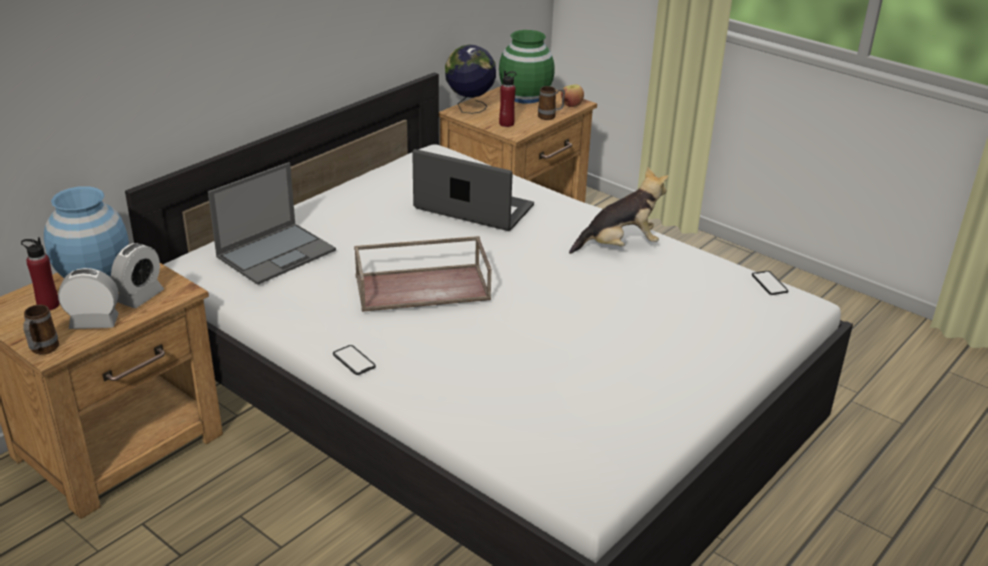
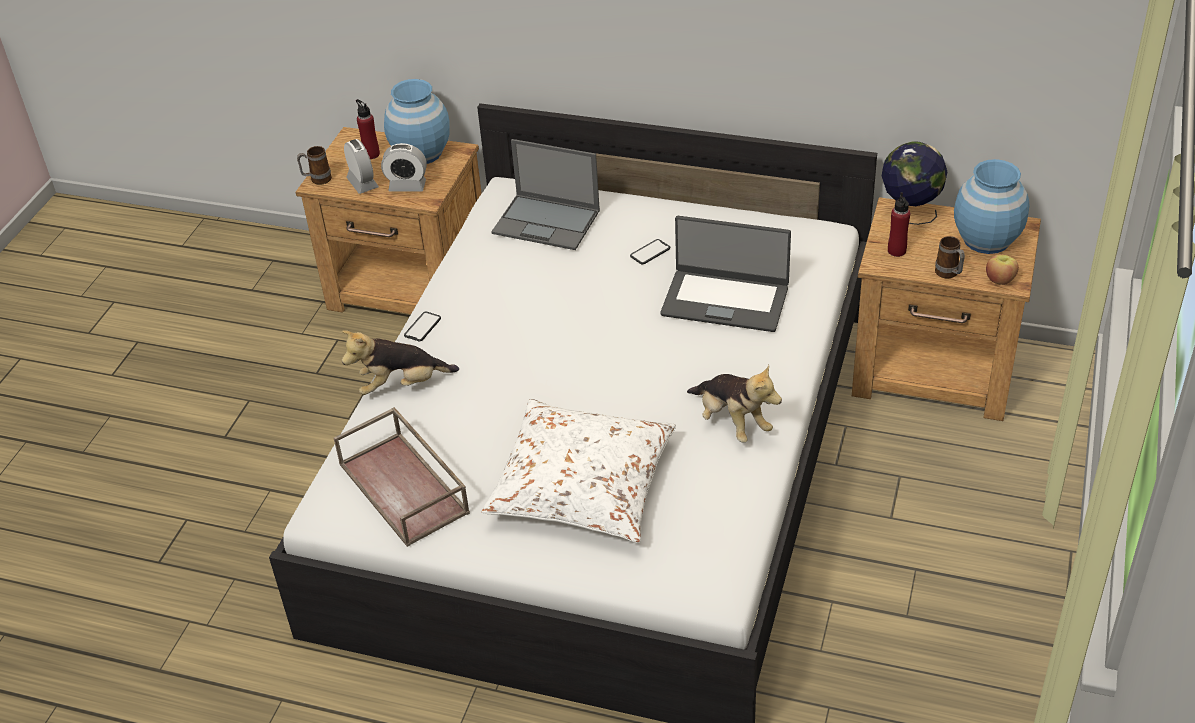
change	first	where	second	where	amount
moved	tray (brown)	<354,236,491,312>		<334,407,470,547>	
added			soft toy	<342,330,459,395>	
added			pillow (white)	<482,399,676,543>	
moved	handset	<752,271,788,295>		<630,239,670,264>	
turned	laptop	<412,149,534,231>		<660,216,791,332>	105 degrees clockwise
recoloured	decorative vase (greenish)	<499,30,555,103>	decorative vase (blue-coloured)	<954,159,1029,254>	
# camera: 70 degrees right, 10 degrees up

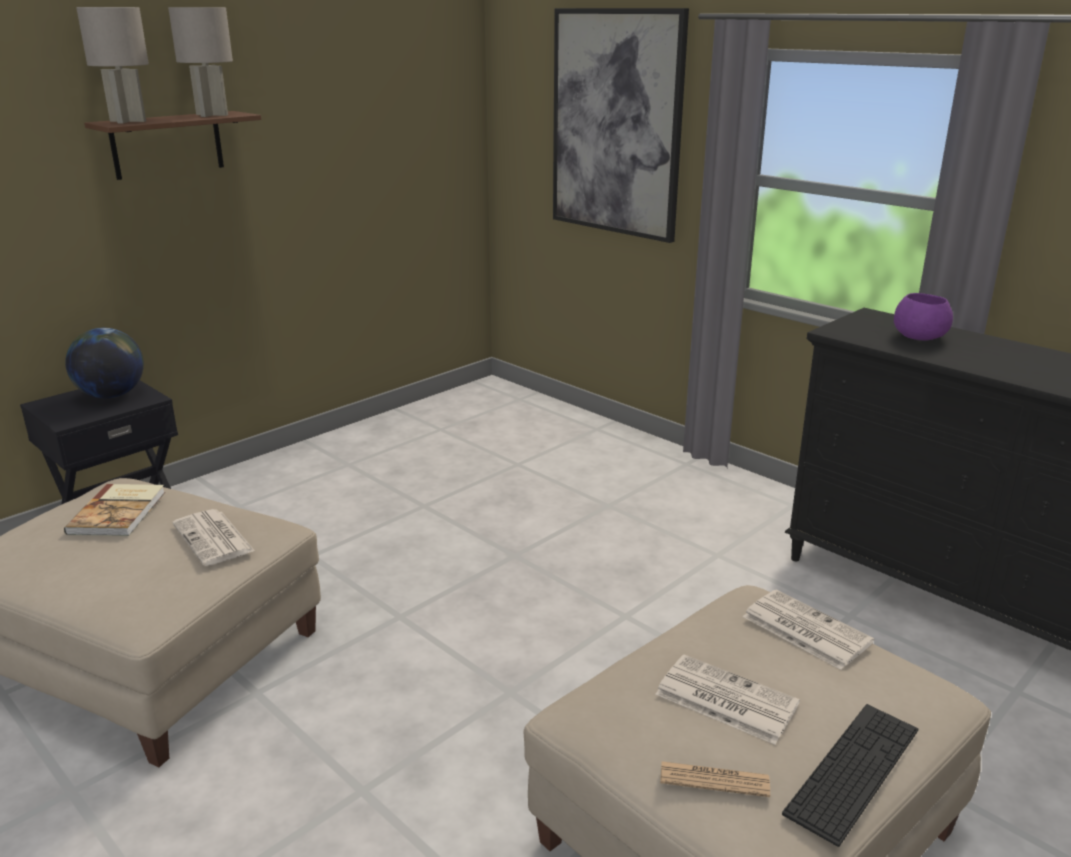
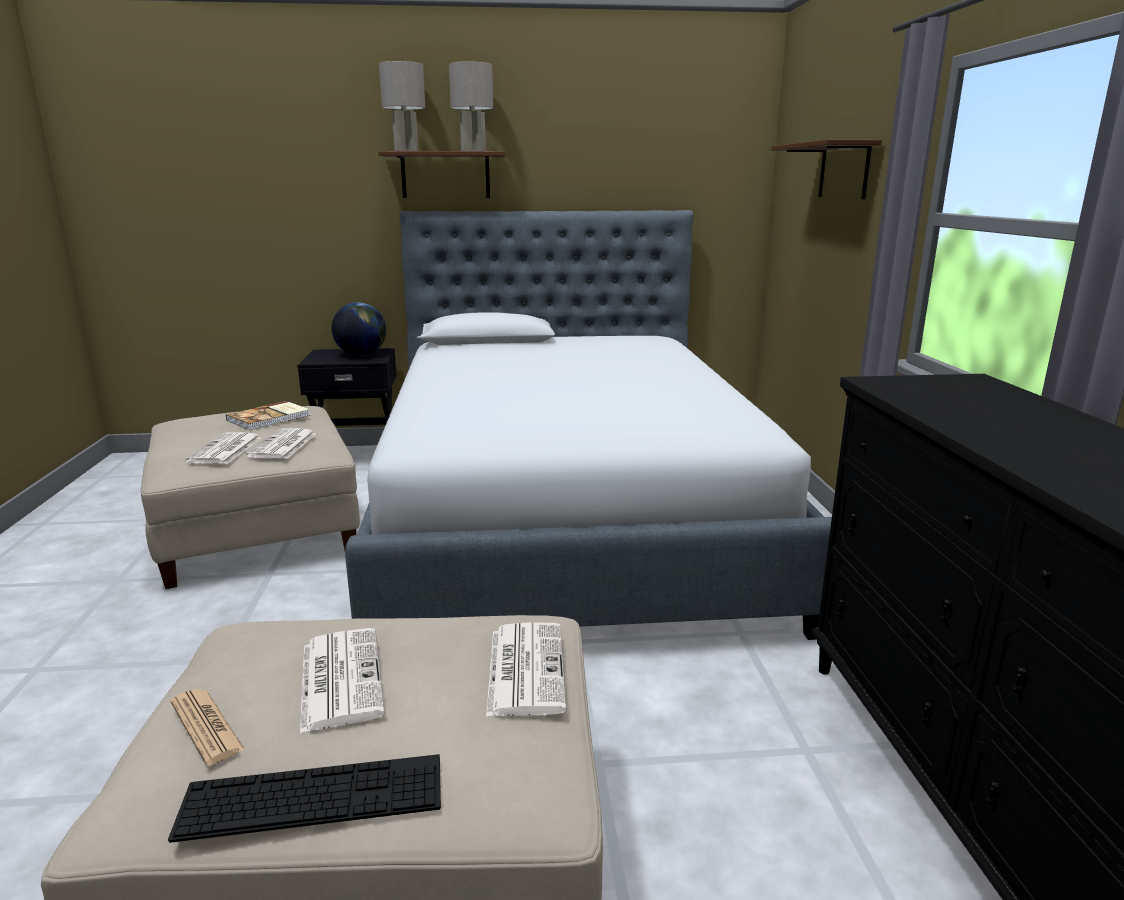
change	first	where	second	where	amount
added			daily paper	<185,432,261,464>	
added			bedroom bed	<345,210,832,640>	
replaced	picture	<553,8,689,243>	wall shelf (brown)	<771,139,882,199>	
removed	deep dish (purple)	<894,293,953,341>			
# camera: 40 degrees right, 5 degrees down

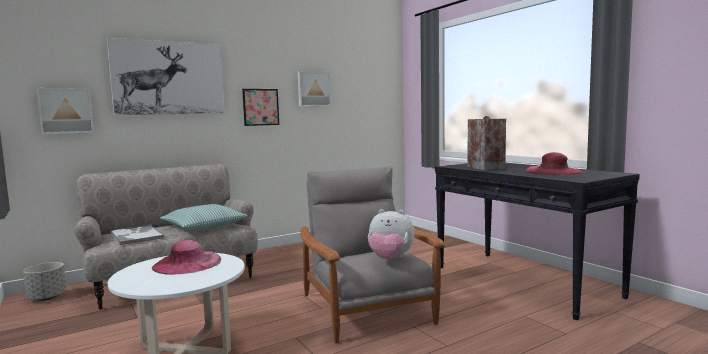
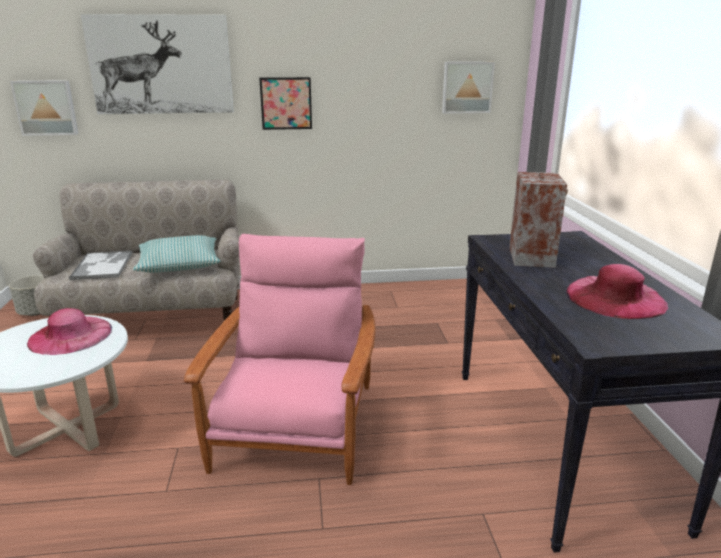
change	first	where	second	where	amount
recoloured	easy chair (gray)	<300,166,445,344>	easy chair (pinkish)	<184,234,376,485>	
moved	picture	<298,71,331,107>		<442,62,495,114>	
removed	soft toy	<368,209,414,259>			
# camera: 25 degrees right, 15 degrees up

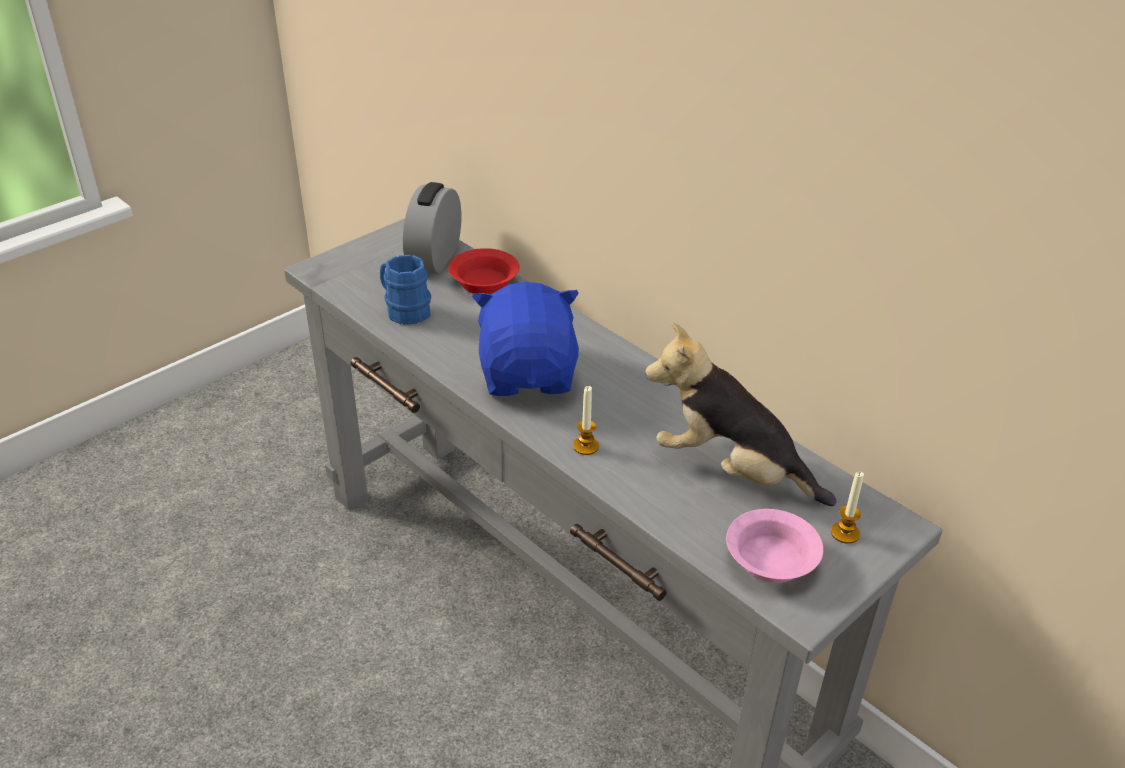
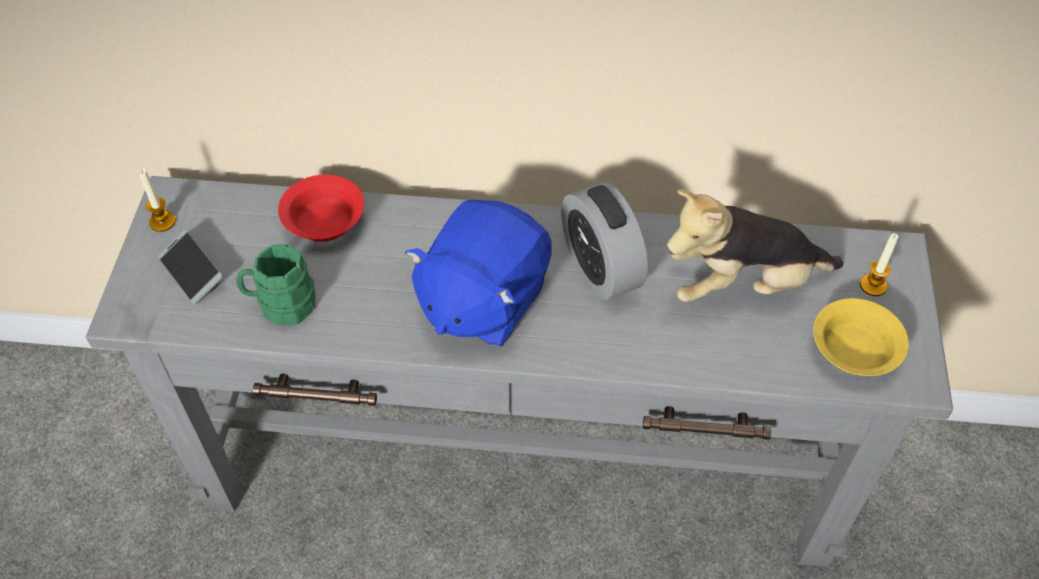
change	first	where	second	where	amount
moved	wax candle	<573,386,599,455>		<139,168,176,232>	
added			handset	<158,230,223,304>	
recoloured	coffee mug (blue-coloured)	<380,255,431,325>	coffee mug (greenish)	<236,244,316,326>	
turned	soft toy (blue-coloured)	<472,282,579,396>		<405,200,551,346>	105 degrees counterclockwise
moved	bedside clock	<403,182,461,274>		<561,182,648,300>	
recoloured	deep dish (pinkish)	<726,509,823,583>	deep dish (yellow-coloured)	<813,298,909,376>	
# camera: 40 degrees left, 15 degrees up

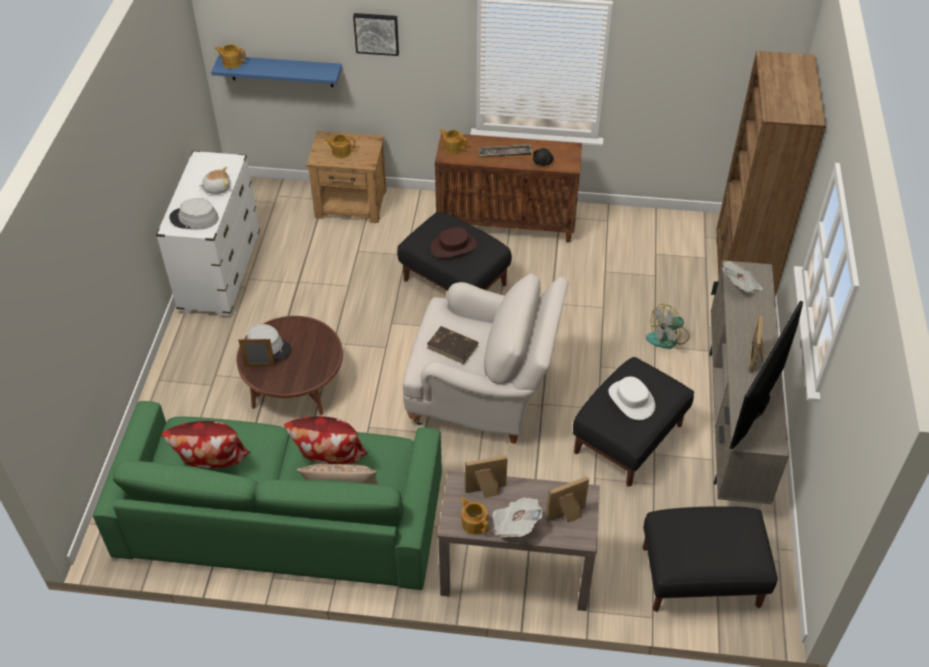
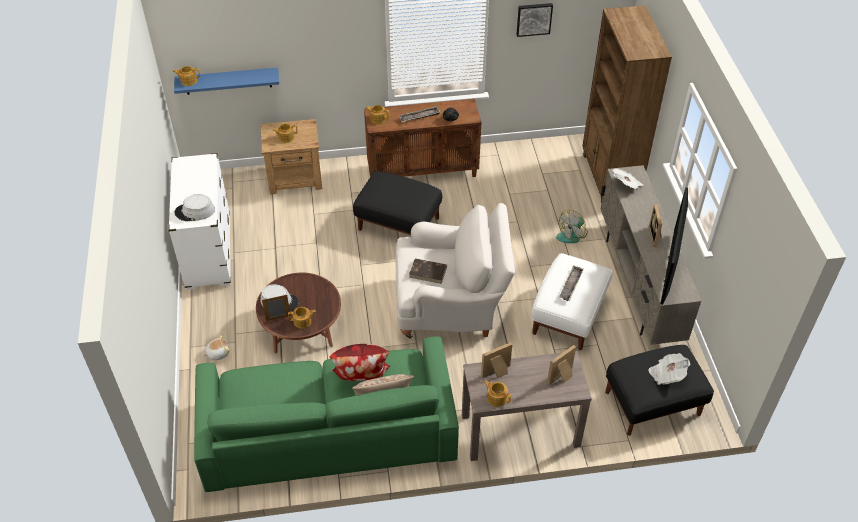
change	first	where	second	where	amount
moved	soft toy	<199,167,230,194>		<203,335,230,360>	
added			tea pot	<288,307,316,329>	
moved	picture	<353,13,399,56>		<516,3,553,37>	
recoloured	pouffe (black-coloured)	<573,357,694,487>	pouffe (white)	<532,253,612,350>	
replaced	wearable hat (white)	<608,376,655,420>	tray	<559,265,584,301>	
moved	daily paper	<492,497,543,537>		<648,353,690,385>	
removed	pillow	<161,421,251,468>			
removed	wearable hat (brown)	<431,227,477,258>			
# camera: 15 degrees left, 0 degrees up

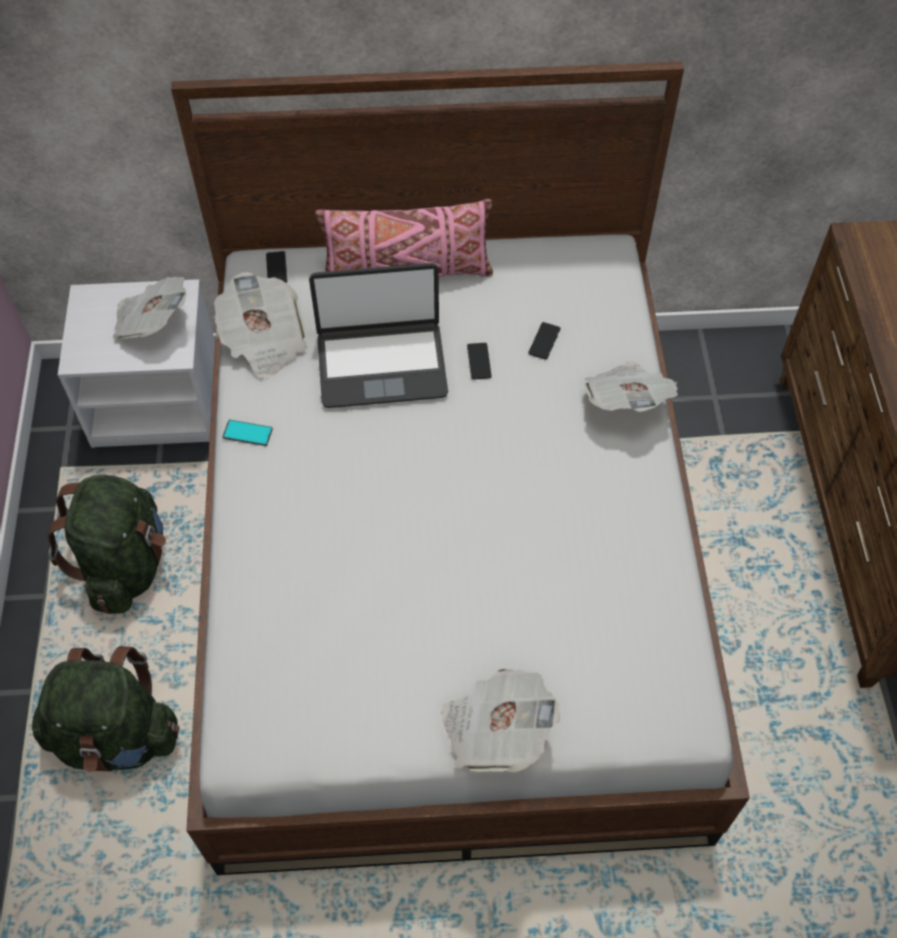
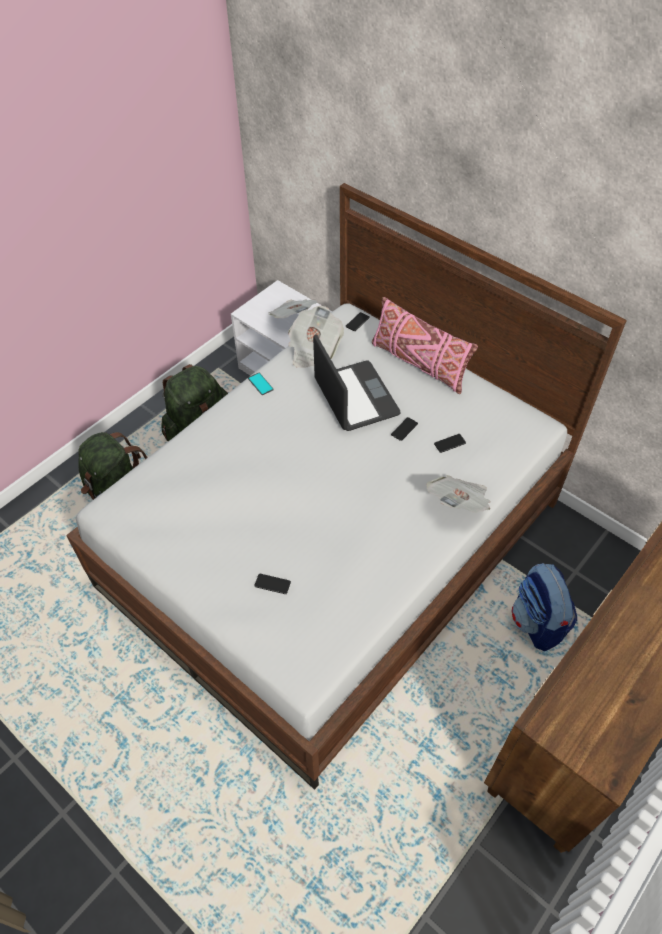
change	first	where	second	where	amount
added			handset	<254,574,291,594>	
turned	laptop	<309,263,448,408>		<313,335,400,431>	150 degrees counterclockwise
added			backpack	<512,563,577,651>	
removed	daily paper	<441,668,560,772>			
# camera: 45 degrees right, 5 degrees down

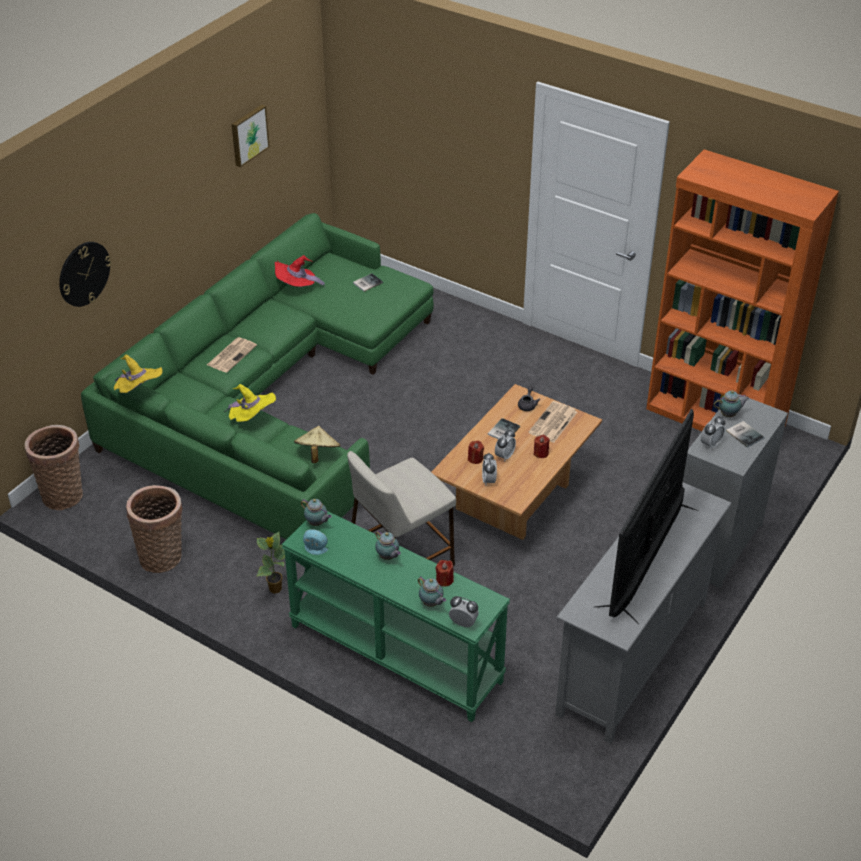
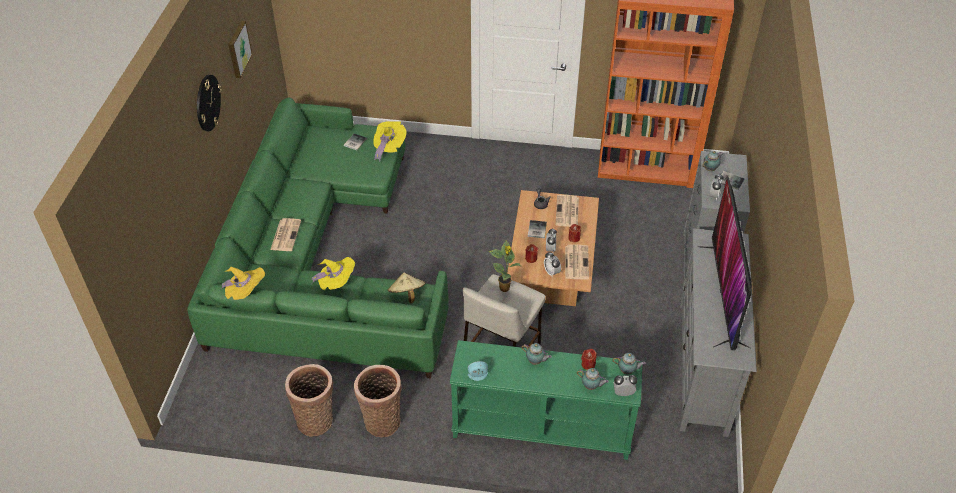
change	first	where	second	where	amount
moved	wall clock	<59,242,111,307>		<197,75,222,131>	
moved	storage basket	<25,425,83,510>		<354,365,402,437>	
added			wearable hat (yellow-coloured)	<373,121,407,162>	
moved	potted plant	<257,532,285,594>		<489,241,521,292>	
added			daily paper	<565,245,589,280>	
moved	tea pot	<301,499,332,526>		<613,353,646,375>	
removed	wearable hat (red-coloured)	<274,255,325,287>			
# camera: 25 degrees left, 5 degrees up

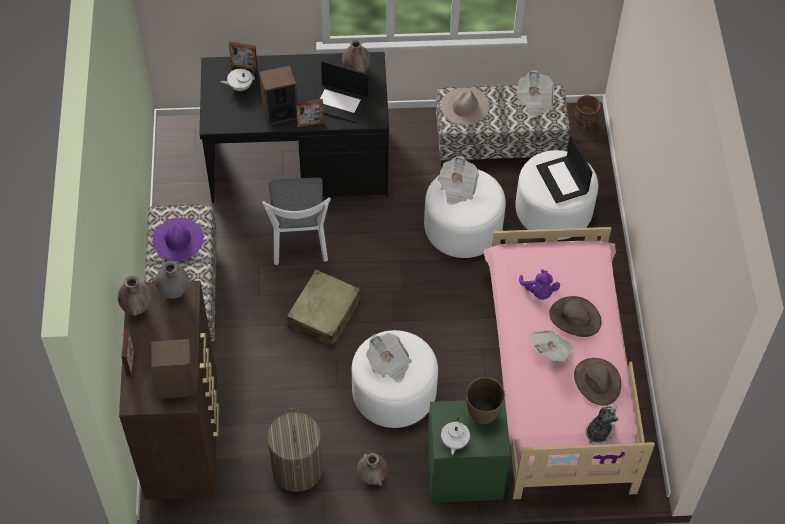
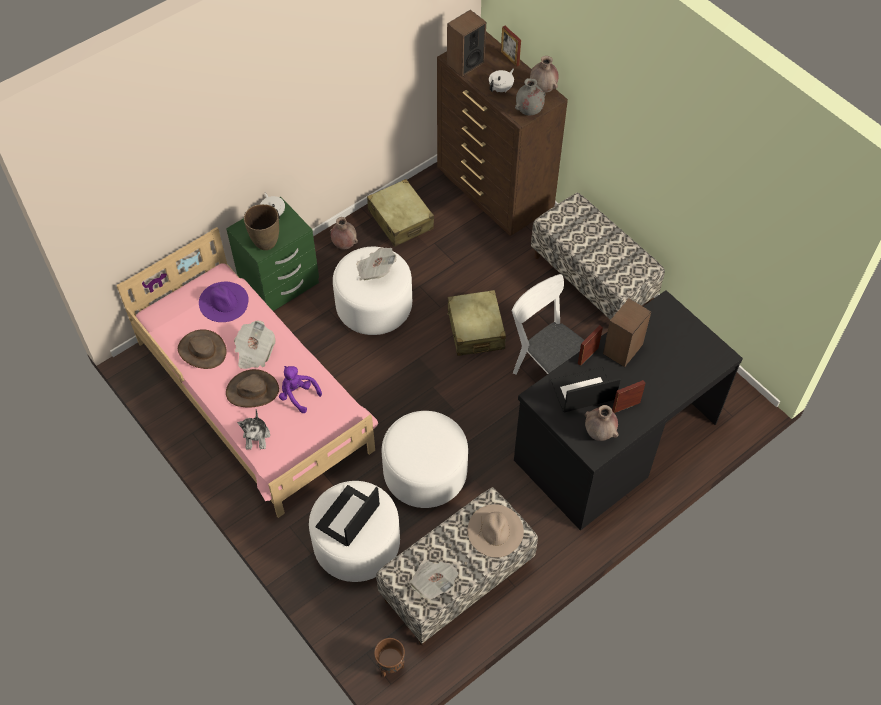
change	first	where	second	where	amount
moved	wearable hat (purple)	<152,218,204,261>		<199,282,249,322>	
moved	soft toy	<585,404,619,444>		<237,409,270,450>	
turned	laptop	<536,136,593,203>		<316,485,380,546>	90 degrees counterclockwise
replaced	washing basket	<267,408,322,492>	suitcase (beige-coloured)	<367,179,434,247>	
moved	tea pot (white)	<220,69,258,91>		<489,68,514,92>	
moved	standing frame	<229,41,258,70>		<612,380,646,413>	
removed	daily paper	<438,156,479,205>			
# camera: 145 degrees right, 0 degrees up

